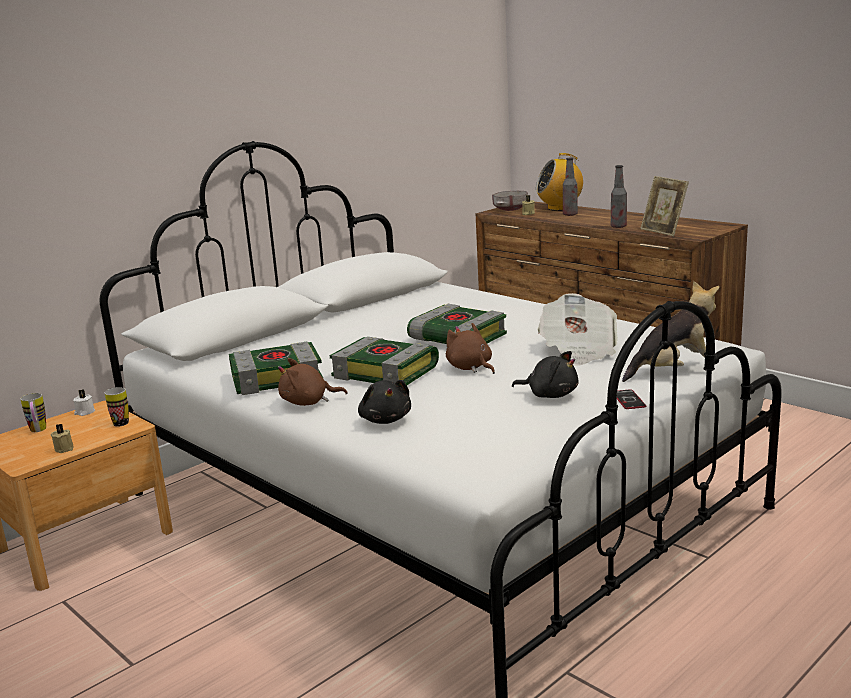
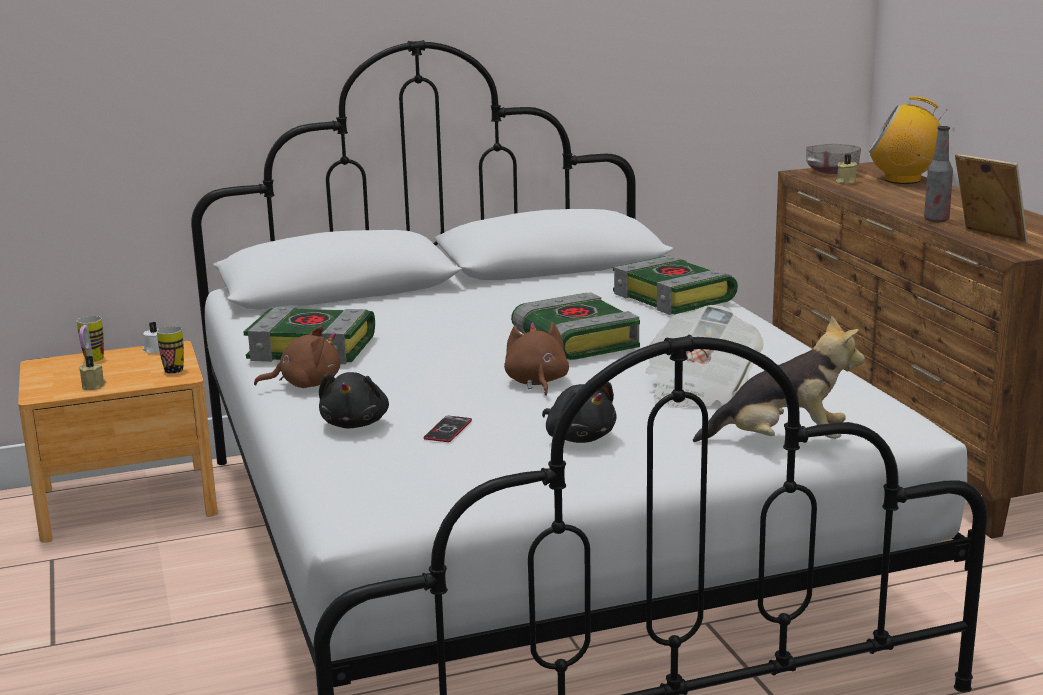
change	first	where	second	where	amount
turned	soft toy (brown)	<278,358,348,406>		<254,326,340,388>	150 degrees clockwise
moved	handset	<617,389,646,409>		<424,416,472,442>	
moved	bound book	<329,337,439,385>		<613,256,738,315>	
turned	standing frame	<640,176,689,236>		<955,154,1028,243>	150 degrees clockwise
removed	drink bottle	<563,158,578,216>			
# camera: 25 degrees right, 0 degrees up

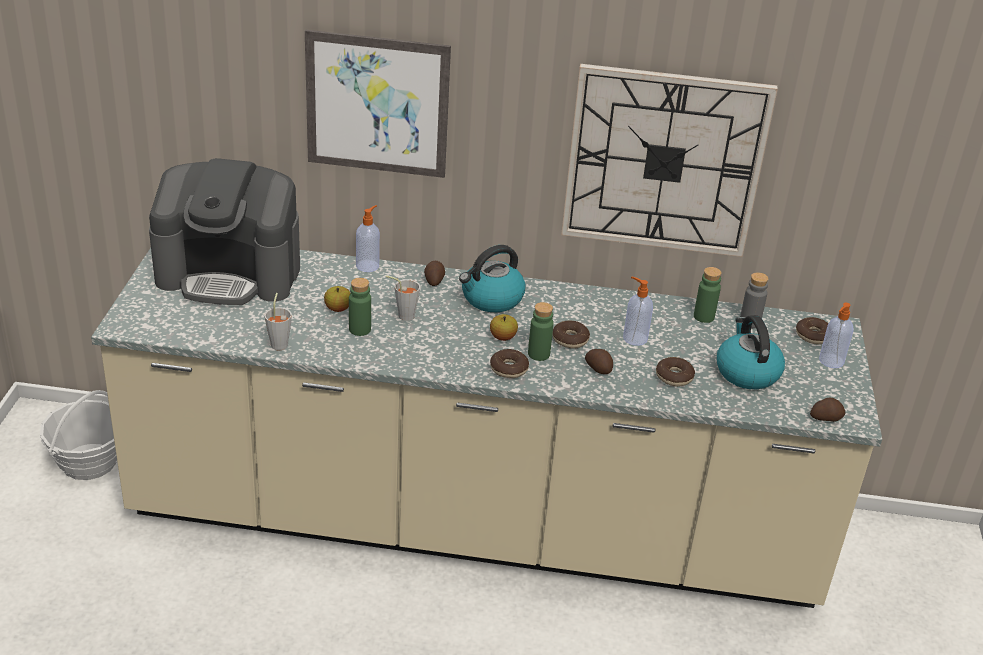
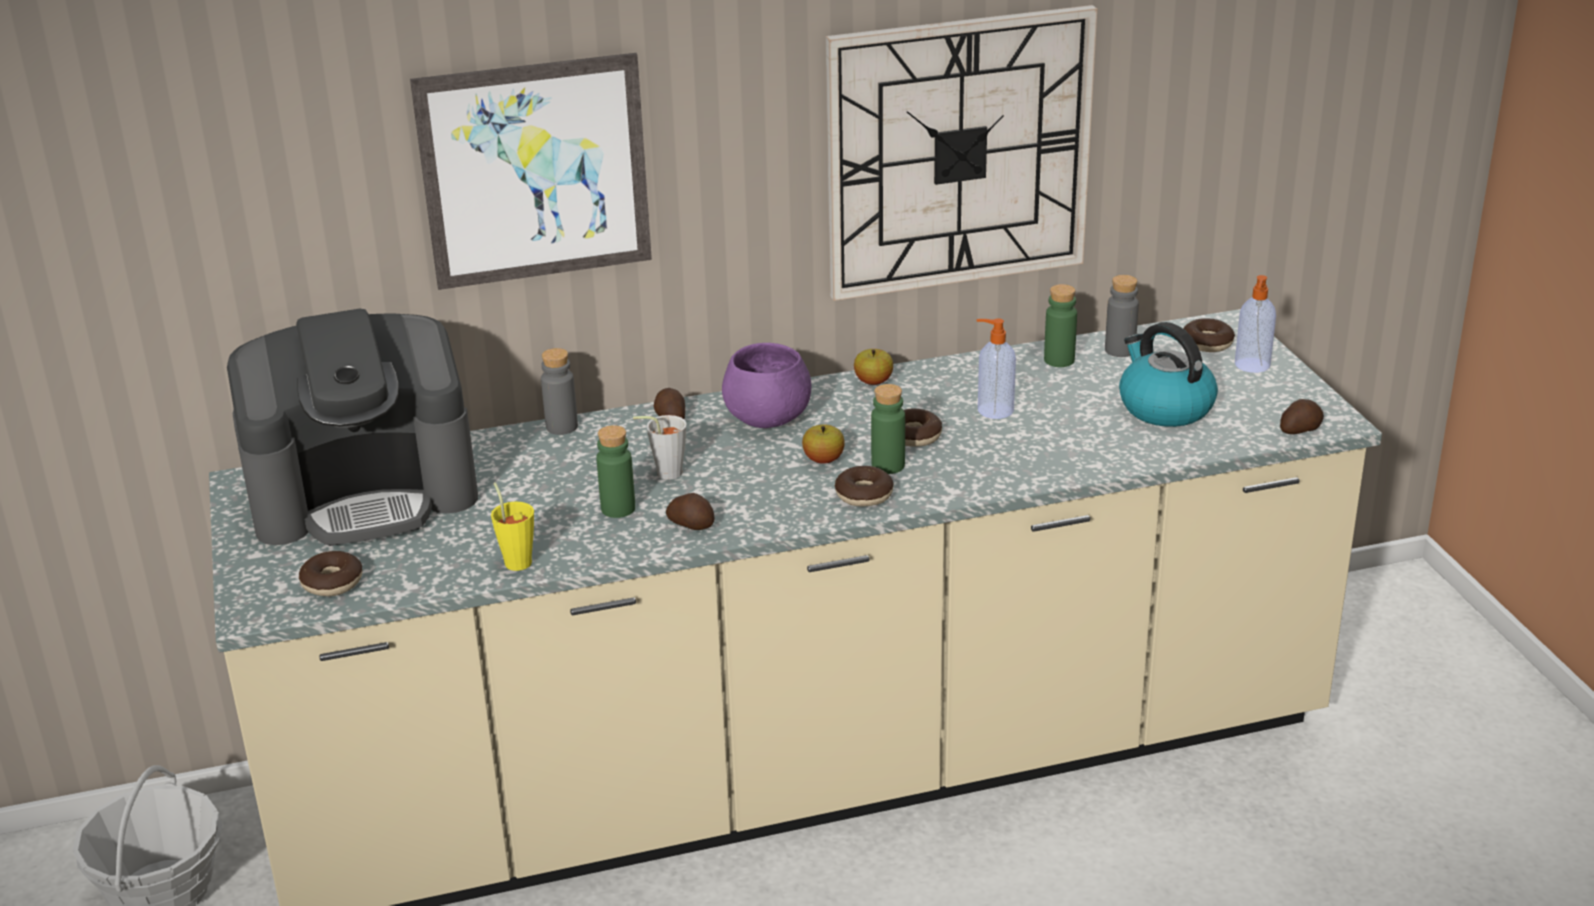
change	first	where	second	where	amount
moved	doughnut	<656,357,695,387>		<299,551,362,596>	
recoloured	small cup (gray)	<264,293,292,350>	small cup (yellow-coloured)	<491,482,534,571>	
replaced	soap dispenser	<356,205,380,272>	drink bottle (gray)	<541,348,578,435>	
moved	whole potato	<585,349,613,374>		<666,493,715,530>	
replaced	tea kettle	<459,245,525,313>	deep dish (purple)	<722,343,812,428>	
moved	whole apple	<324,286,351,312>		<854,349,893,385>	
# camera: 20 degrees left, 5 degrees down

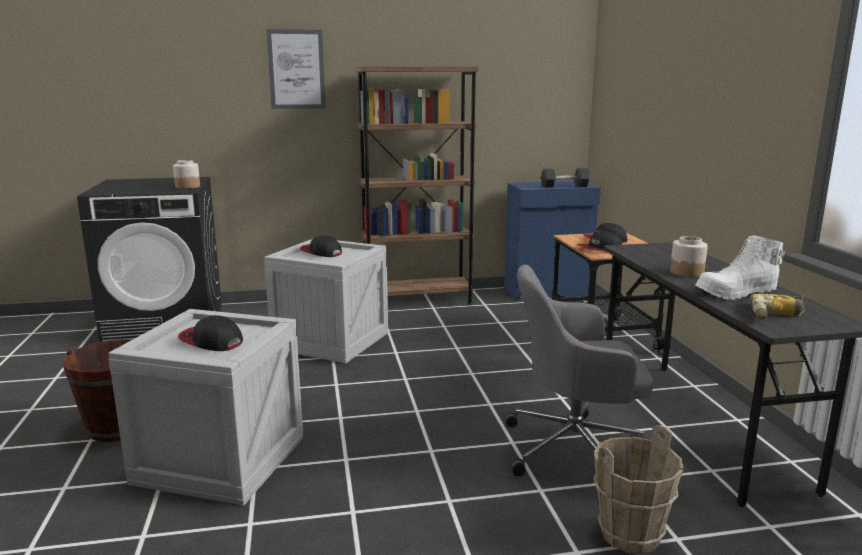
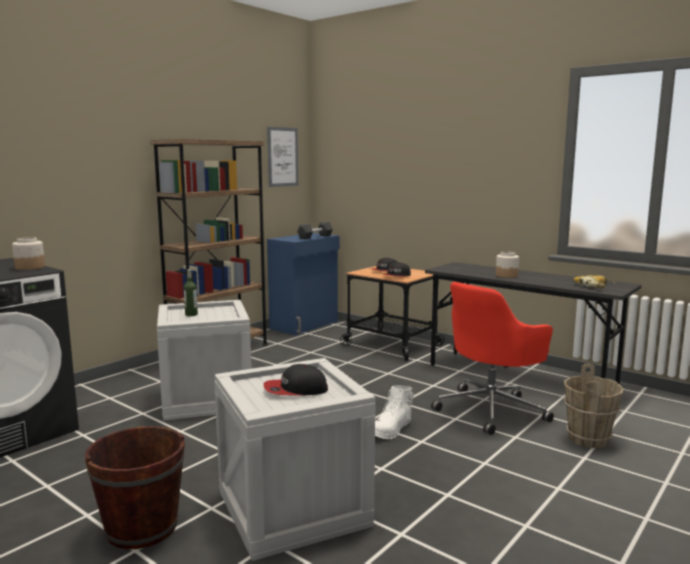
change	first	where	second	where	amount
replaced	peaked cap	<300,235,342,257>	drink bottle	<184,269,198,316>	
moved	picture	<266,29,325,109>		<267,127,298,187>	
moved	boot (white)	<695,235,785,300>		<375,385,414,439>	
recoloured	office chair (gray)	<505,264,654,476>	office chair (red-coloured)	<431,282,554,435>	
# camera: 40 degrees left, 5 degrees down

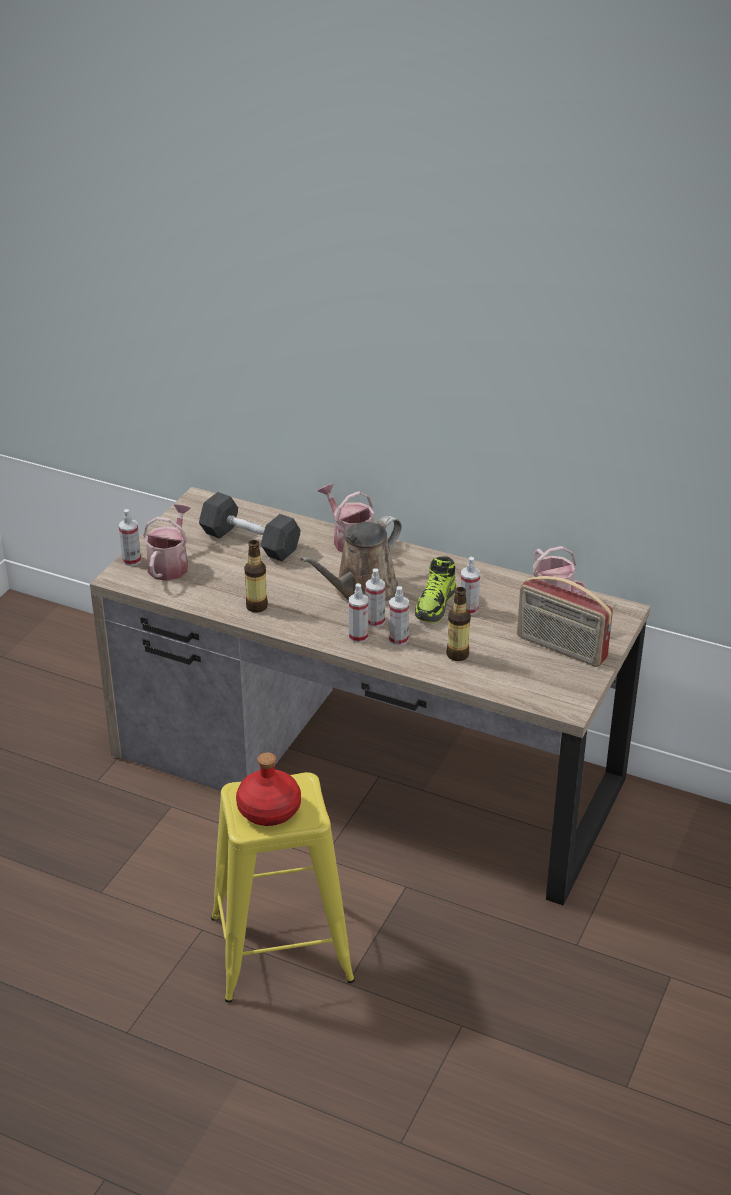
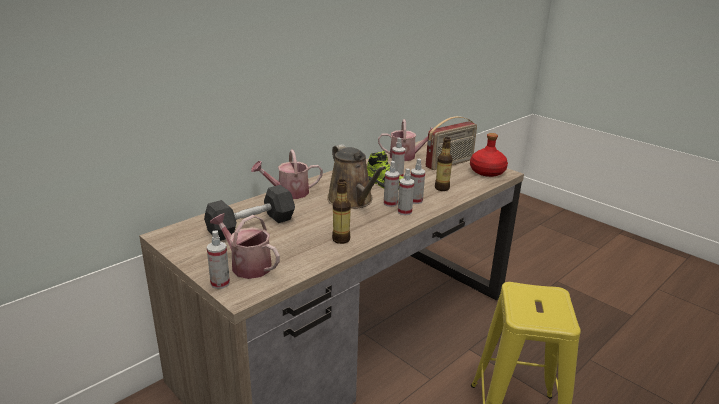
change	first	where	second	where	amount
moved	drink bottle (red-coloured)	<236,752,301,826>		<470,133,508,177>	
# camera: 70 degrees left, 10 degrees down

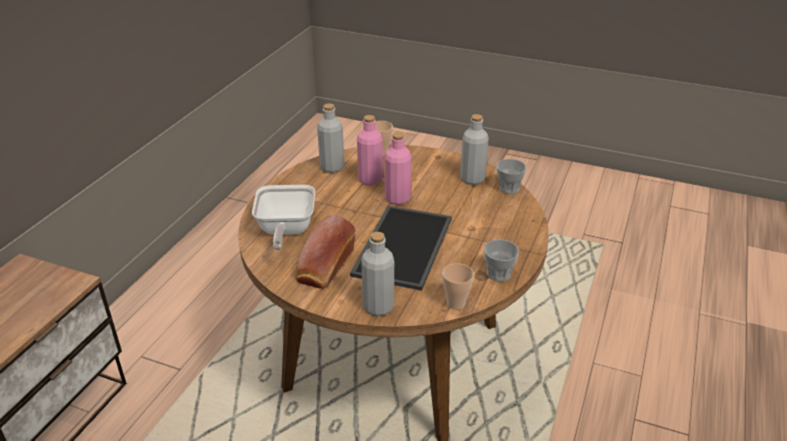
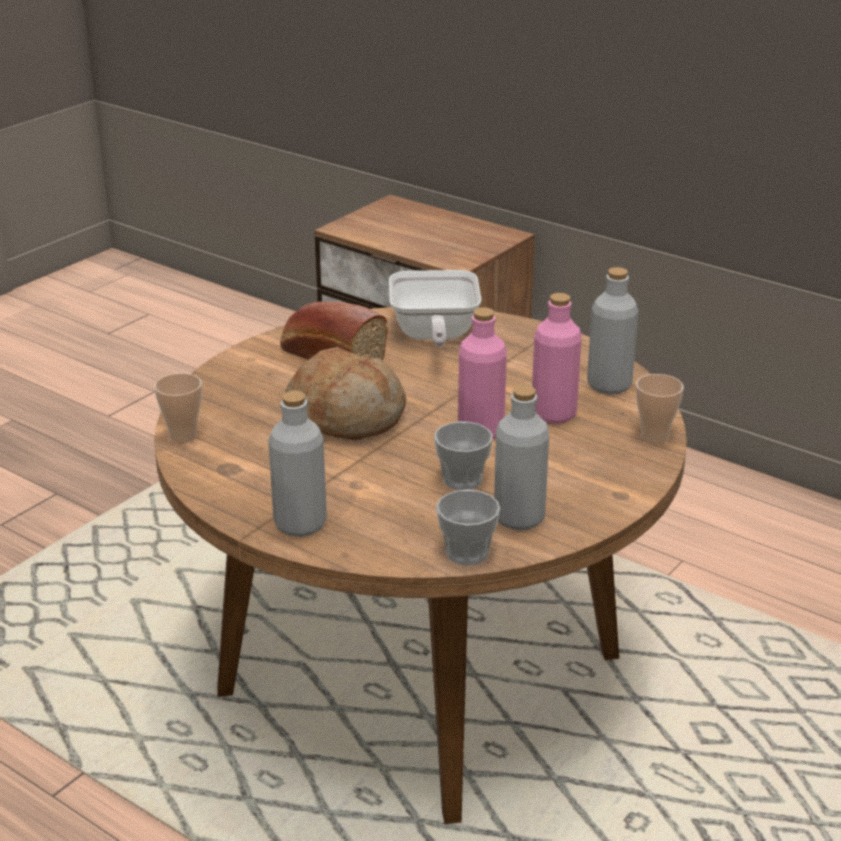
change	first	where	second	where	amount
moved	drink bottle (gray)	<361,232,394,316>		<268,391,327,537>	
replaced	tray	<350,206,452,291>	baked bread	<285,347,406,440>	
turned	frying pan	<252,185,315,250>		<389,270,481,347>	105 degrees counterclockwise
moved	small cup	<484,239,519,282>		<434,422,493,490>	
# camera: 105 degrees right, 5 degrees down

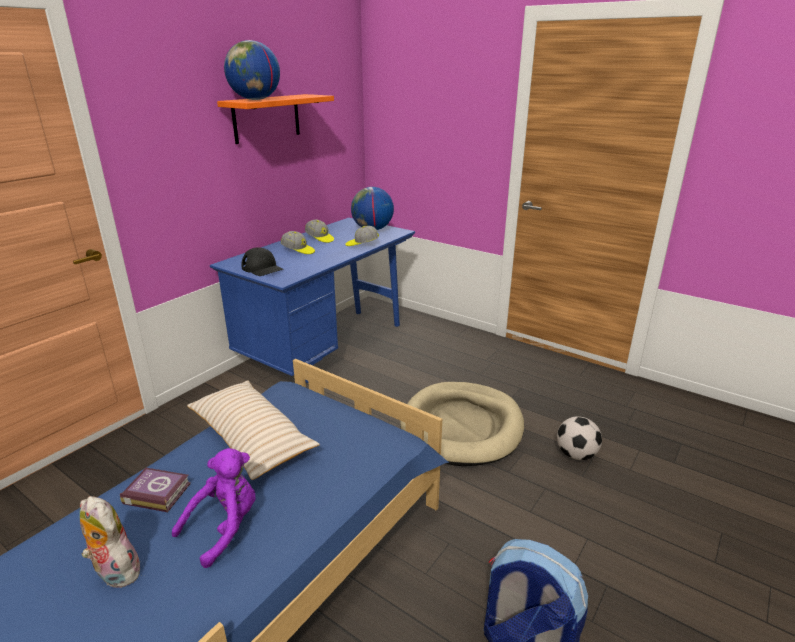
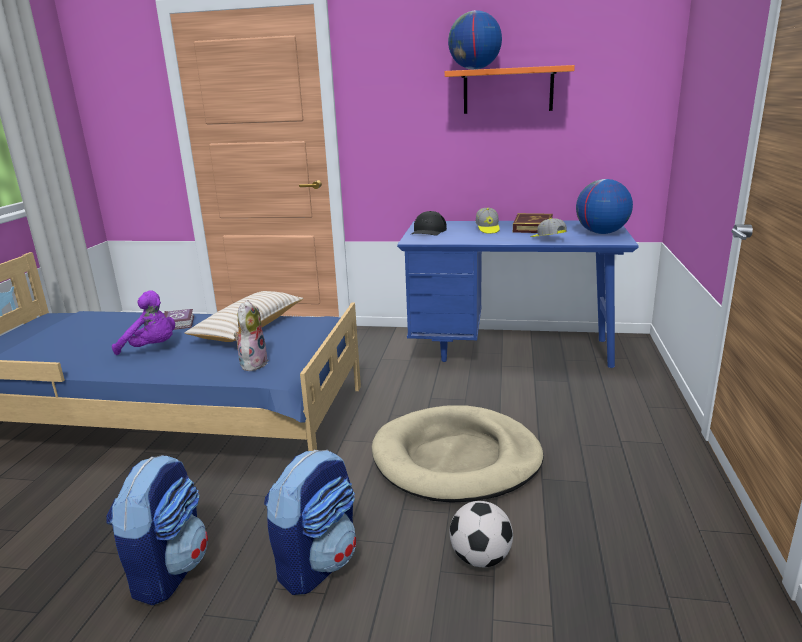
change	first	where	second	where	amount
moved	soft toy	<79,496,140,588>		<234,300,268,371>	
added			backpack	<264,450,356,595>	
replaced	peaked cap	<305,219,334,243>	bound book	<513,213,553,233>	
# camera: 65 degrees right, 5 degrees down

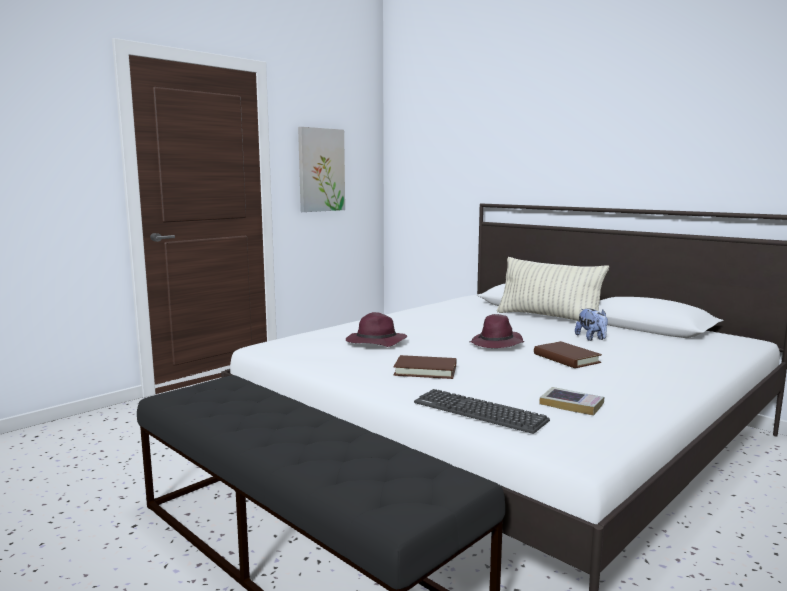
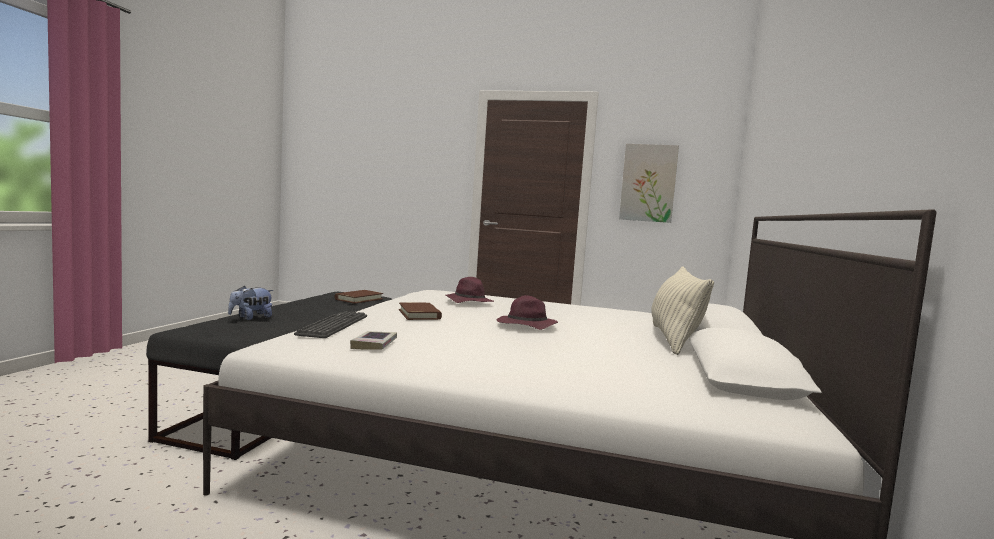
change	first	where	second	where	amount
moved	soft toy	<575,308,608,341>		<228,286,273,320>	
moved	bound book (brown)	<534,341,602,368>		<335,290,383,304>	
# camera: 60 degrees right, 5 degrees down

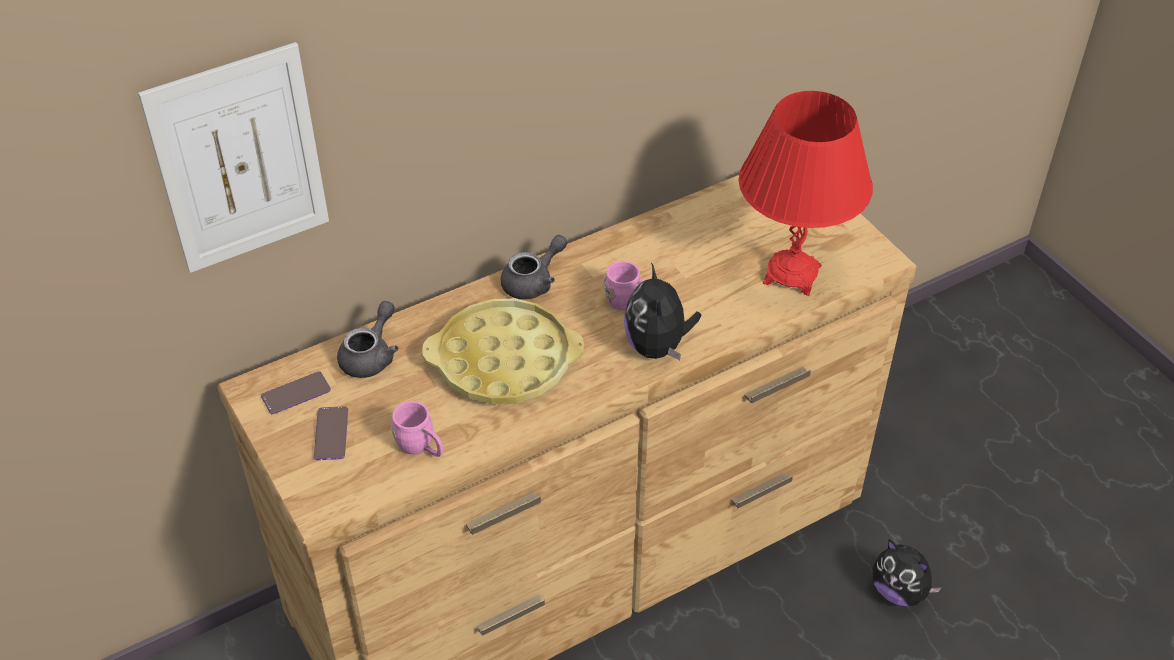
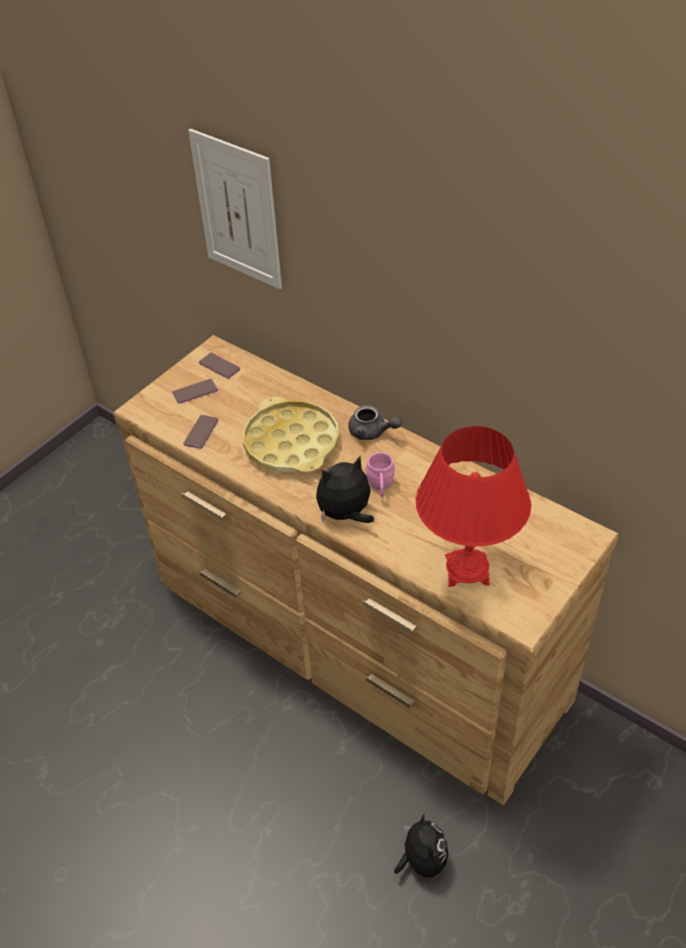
change	first	where	second	where	amount
replaced	coffee mug (pinkish)	<391,401,443,457>	handset	<183,415,218,449>	
turned	soft toy	<872,539,942,607>		<394,813,449,877>	150 degrees clockwise
removed	tea pot (gray)	<337,301,399,378>			
# camera: 70 degrees right, 0 degrees up

